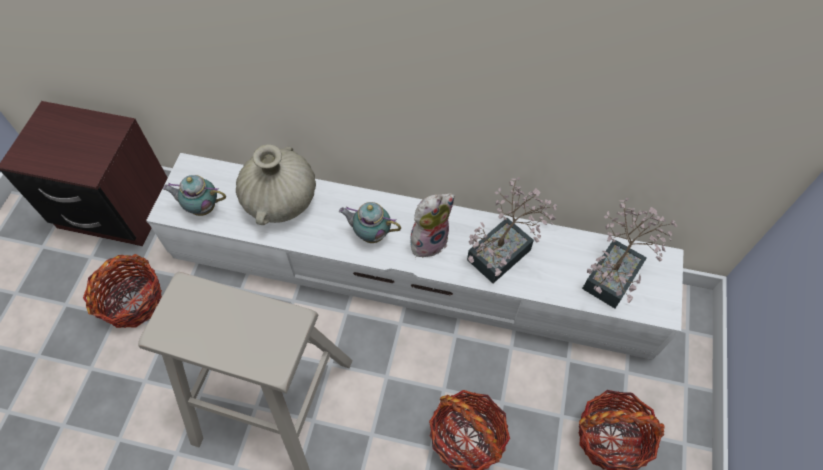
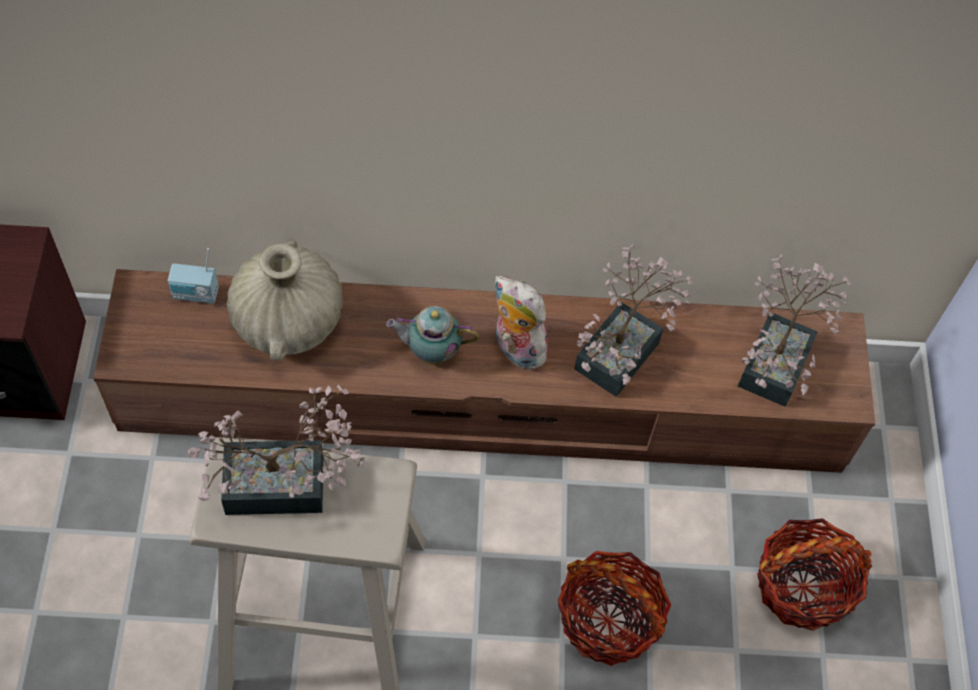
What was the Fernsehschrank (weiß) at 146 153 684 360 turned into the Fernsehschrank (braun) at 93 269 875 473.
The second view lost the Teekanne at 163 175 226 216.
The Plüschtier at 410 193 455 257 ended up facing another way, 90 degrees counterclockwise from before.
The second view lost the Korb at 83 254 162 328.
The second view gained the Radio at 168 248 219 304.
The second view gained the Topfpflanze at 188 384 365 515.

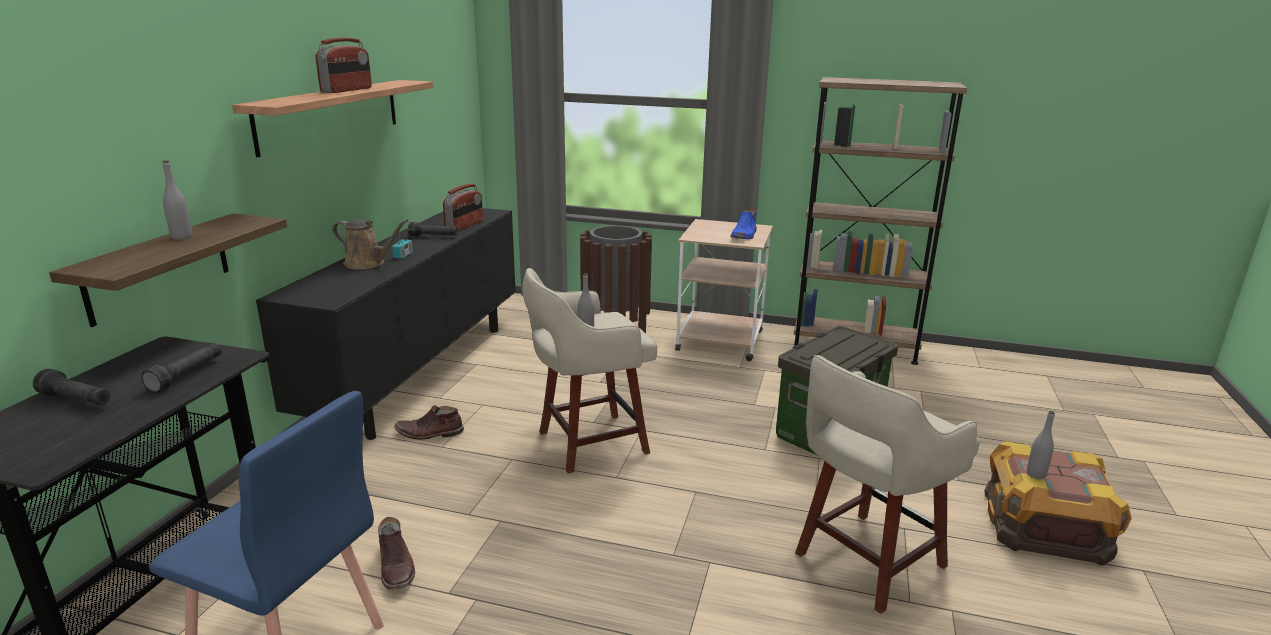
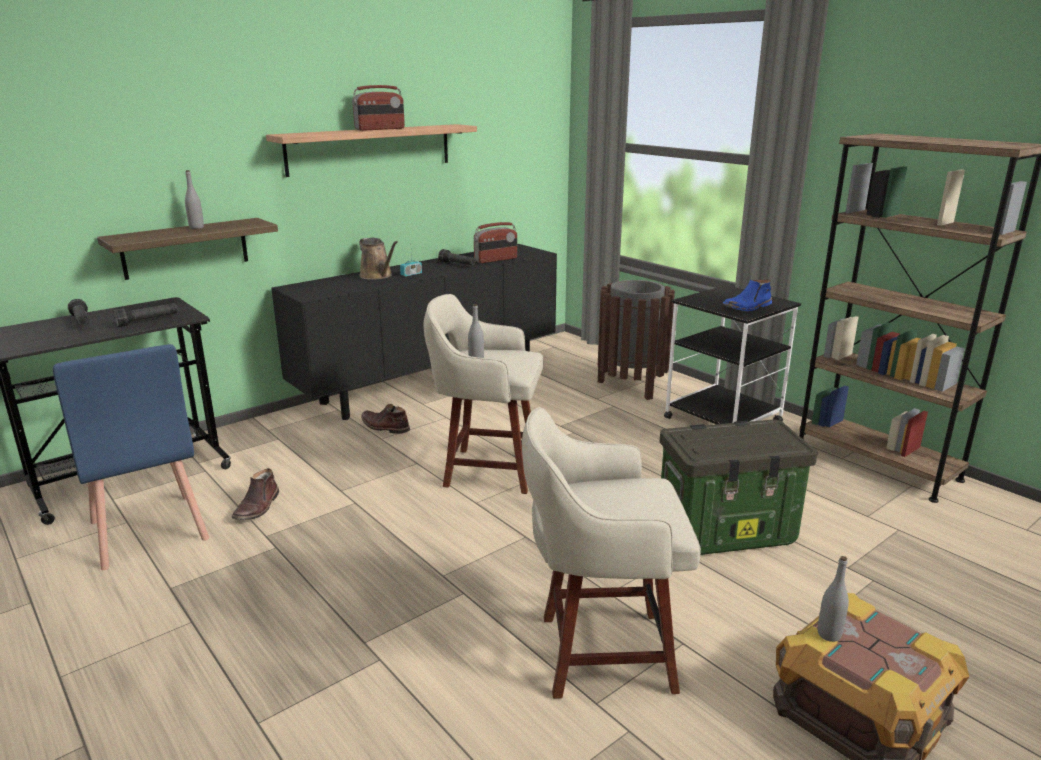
What was the Rollwagen (beige) at 675 219 773 361 turned into the Rollwagen (schwarz) at 664 285 801 424.

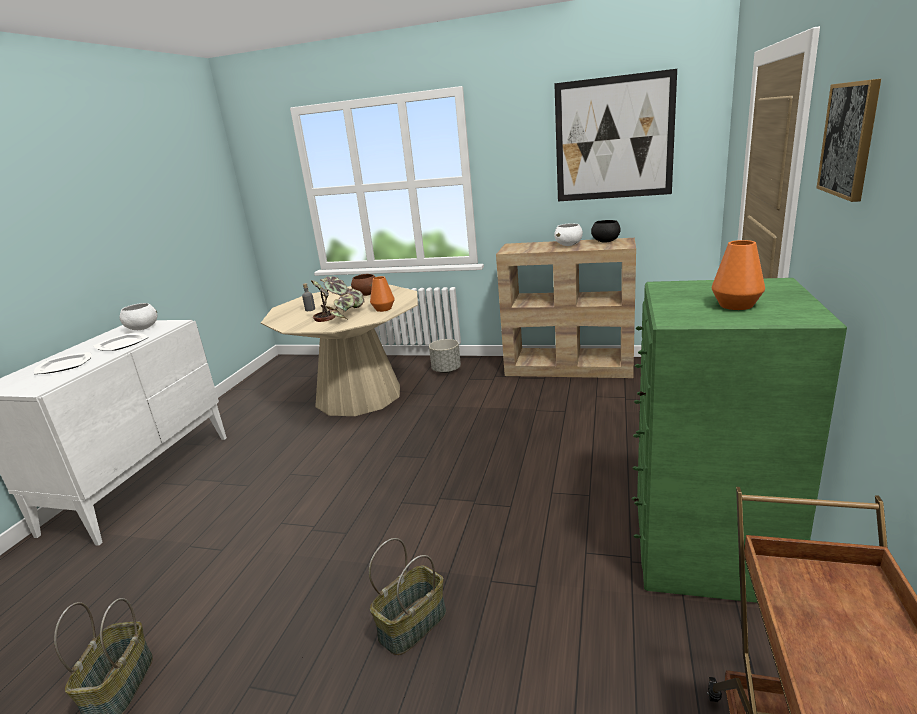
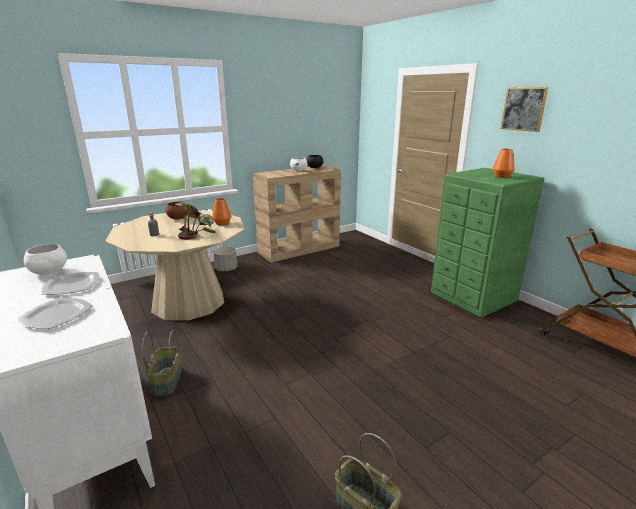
The second view lost the Bild at 554 69 677 201.
The Korb ended up elsewhere, having gone from 369 538 446 655 to 142 330 182 396.

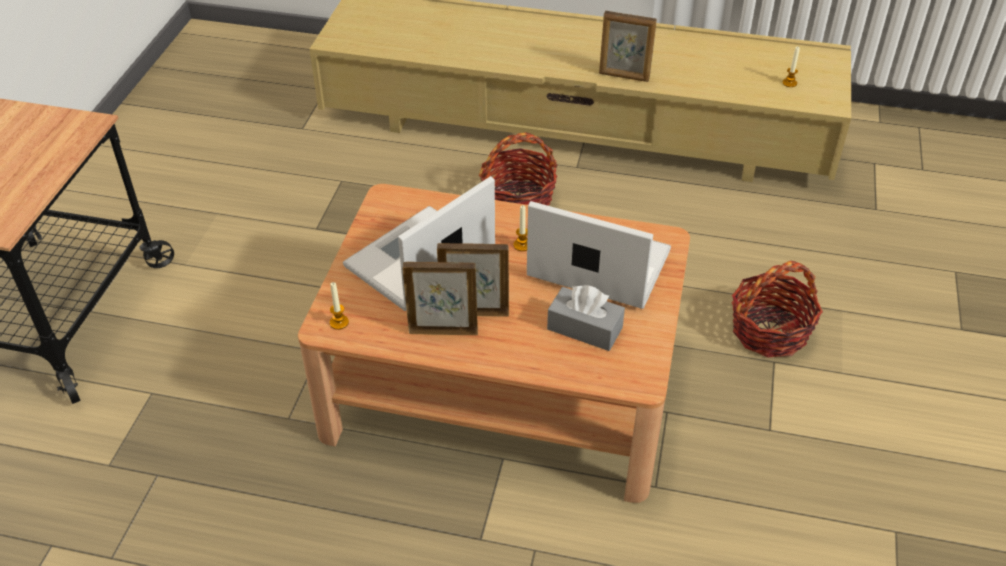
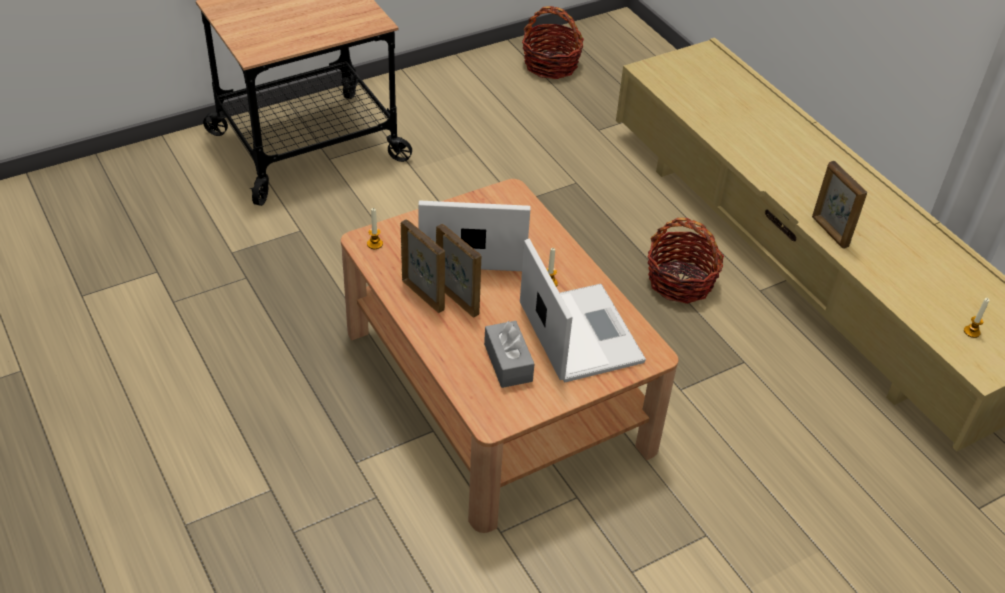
The Korb ended up elsewhere, having gone from 731 261 823 358 to 522 6 584 79.

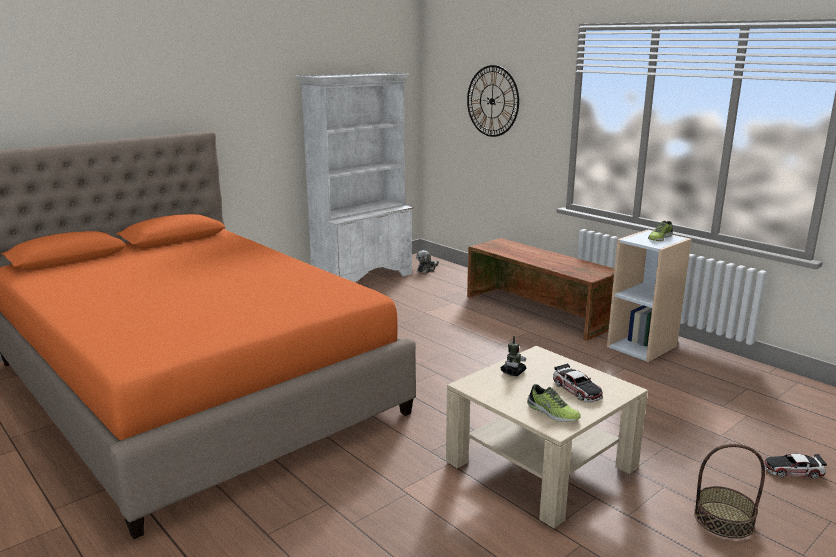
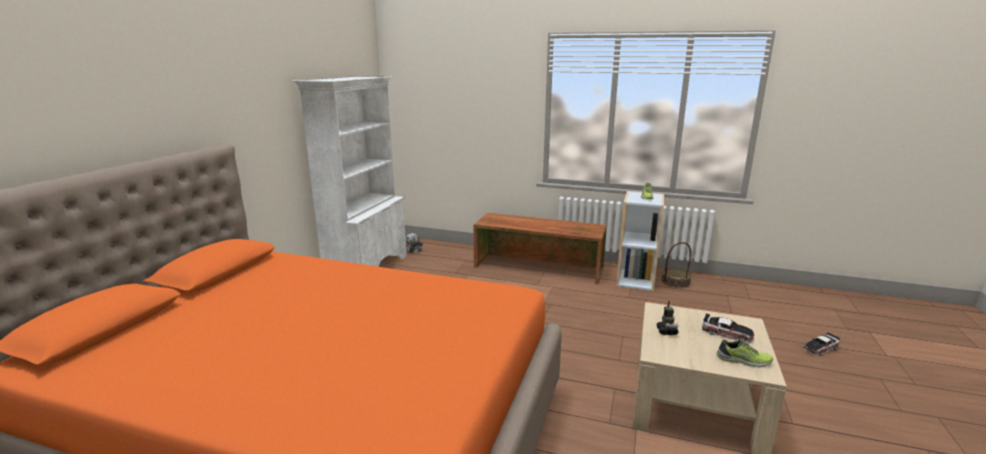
The second view lost the Wanduhr at 467 65 519 137.
The Korb ended up elsewhere, having gone from 694 444 765 539 to 661 242 691 288.

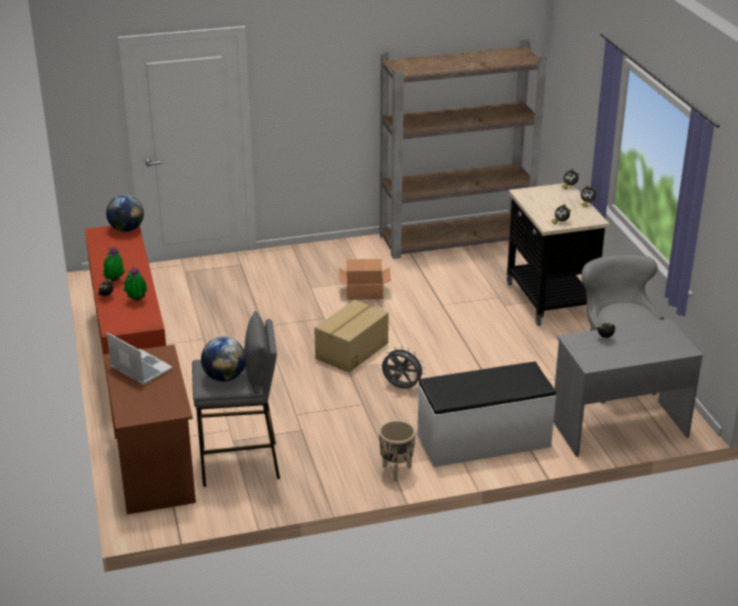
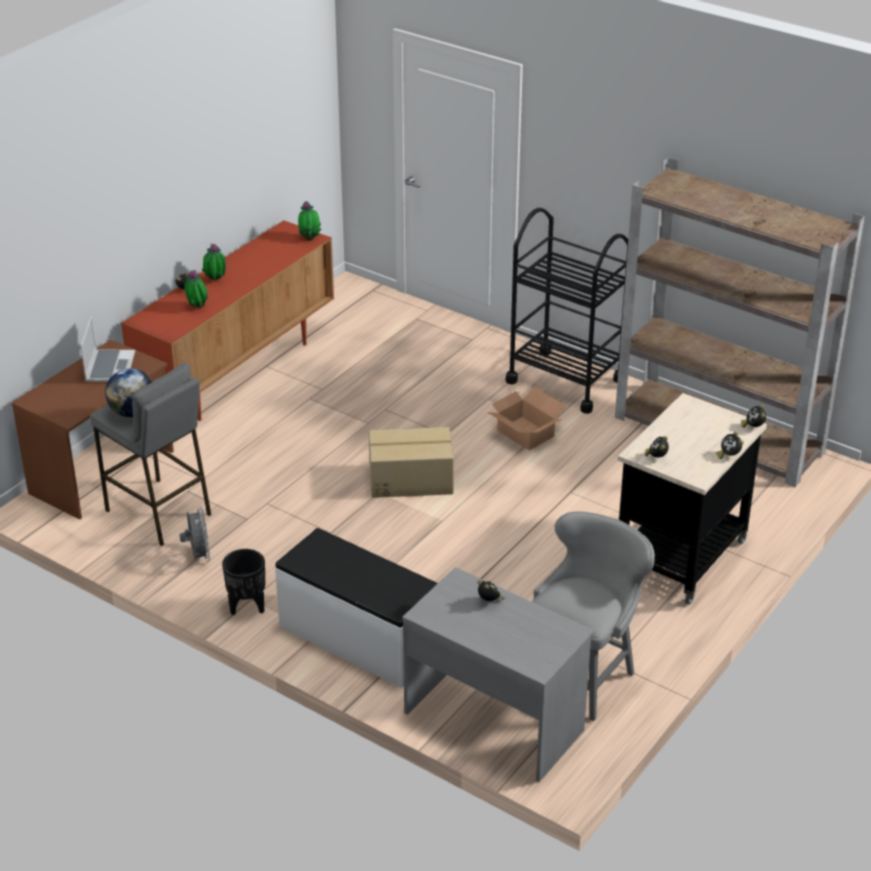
Where the Globus stood at 106 195 144 232, the Topfpflanze came to stand at 298 201 322 241.
The Ventilator (grau) ended up elsewhere, having gone from 382 346 425 389 to 179 506 210 562.
What was the Pflanzkübel (beige) at 379 420 415 481 turned into the Pflanzkübel (schwarz) at 222 549 265 615.
The second view gained the Rollwagen (schwarz) at 506 208 628 414.

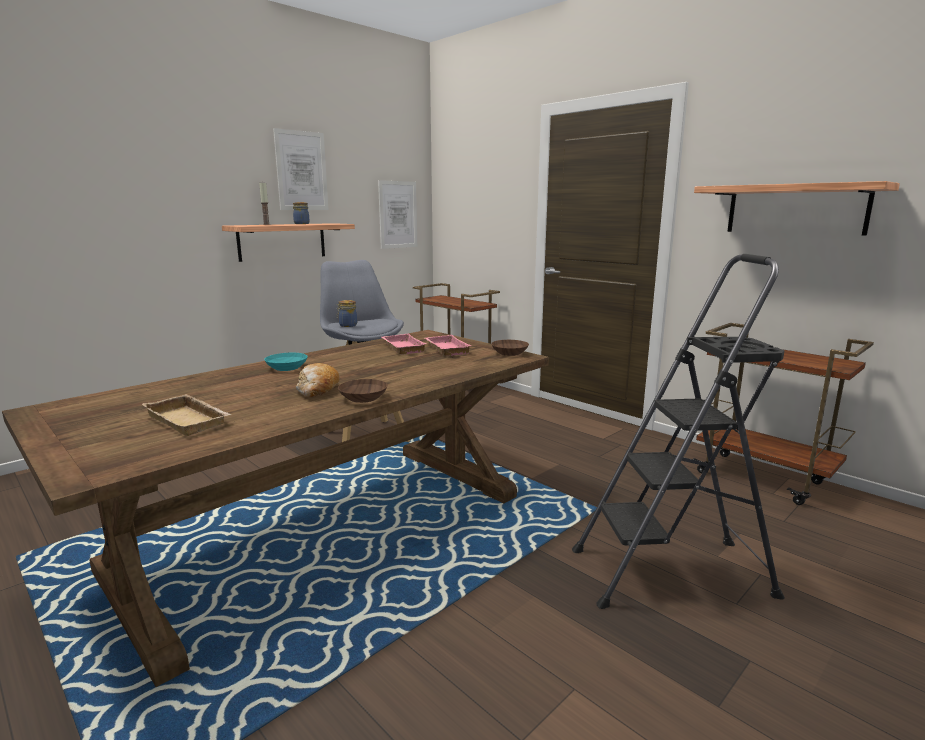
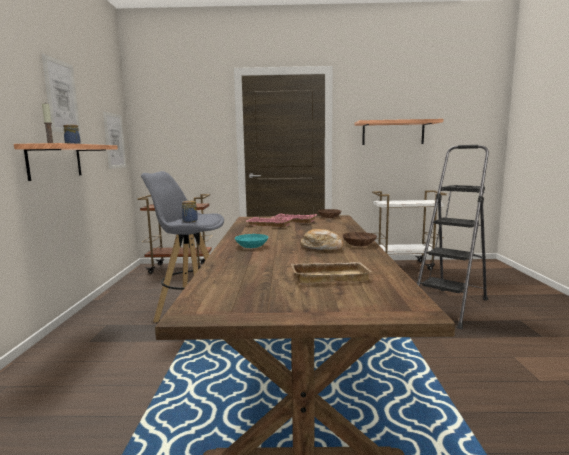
What was the Rollwagen (braun) at 693 323 874 505 turned into the Rollwagen (weiß) at 372 190 447 270.

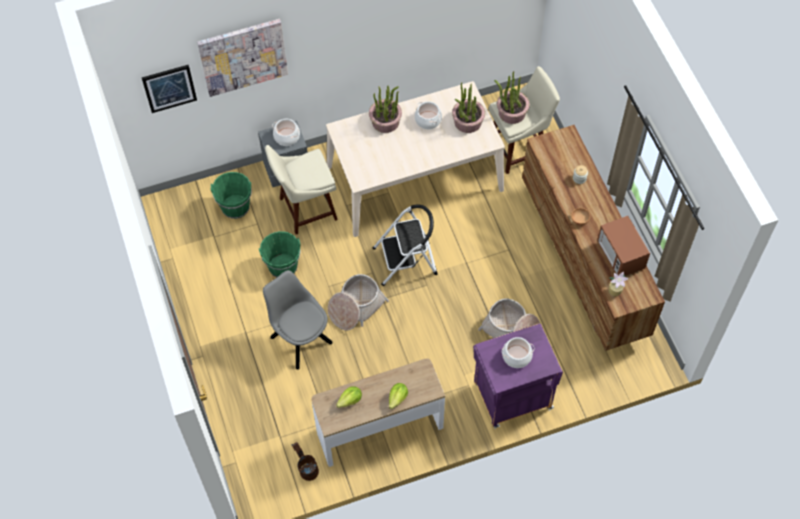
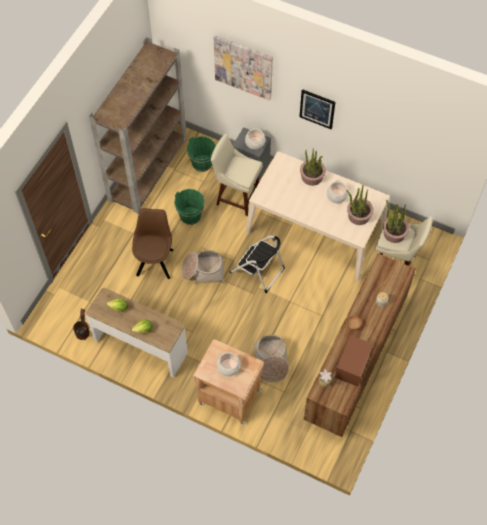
The Bild ended up elsewhere, having gone from 142 65 197 113 to 299 89 336 129.
What was the Stuhl (grau) at 263 270 333 369 turned into the Stuhl (braun) at 132 208 173 279.
What was the Rollwagen (lila) at 473 323 563 429 turned into the Rollwagen (braun) at 193 339 264 424.
The second view gained the Bücherregal (braun) at 89 37 187 214.

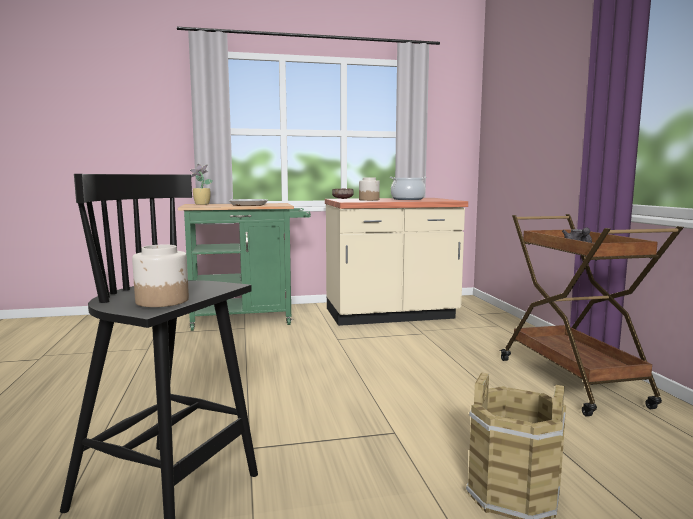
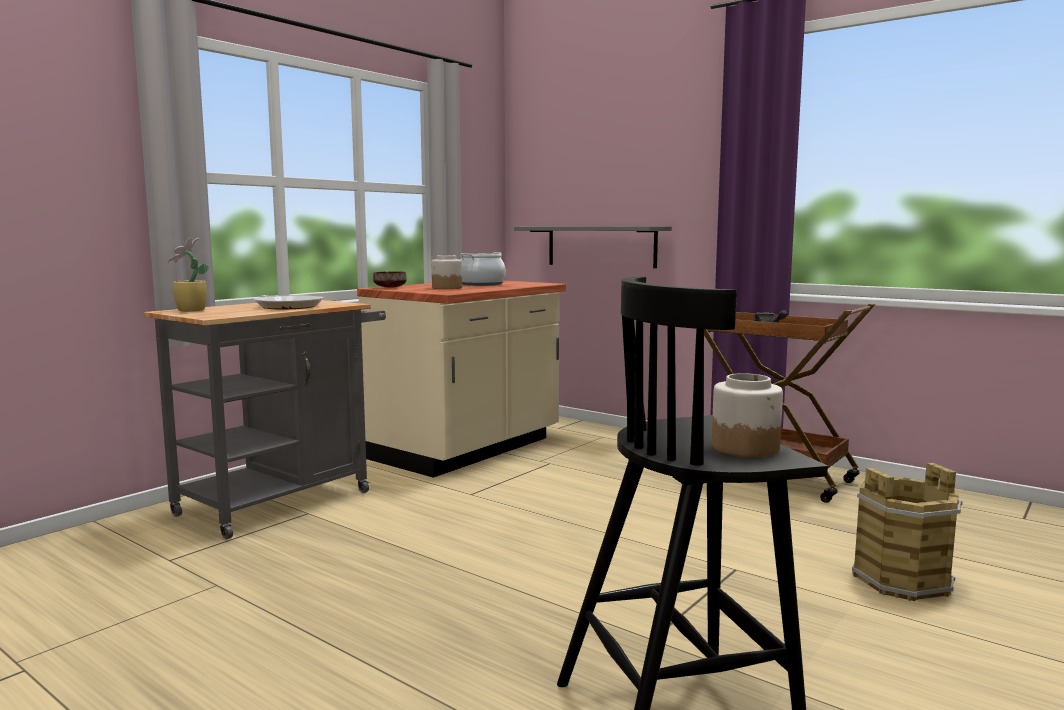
What was the Rollwagen (grün) at 178 203 311 331 turned into the Rollwagen (grau) at 144 300 386 539.
The second view gained the Wandregal (grau) at 514 226 672 268.

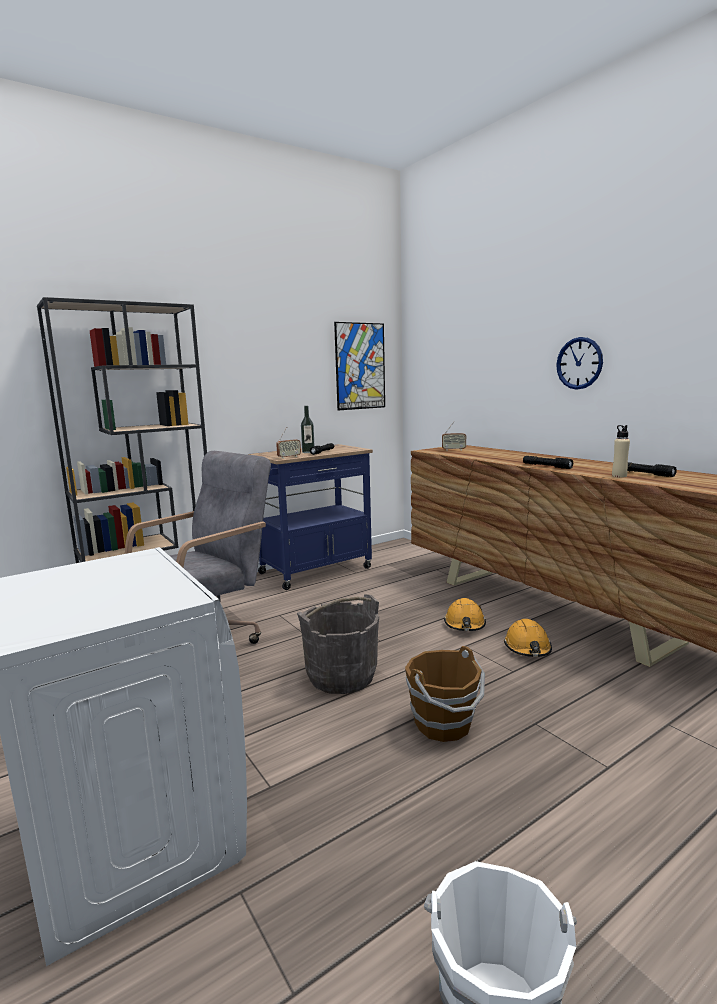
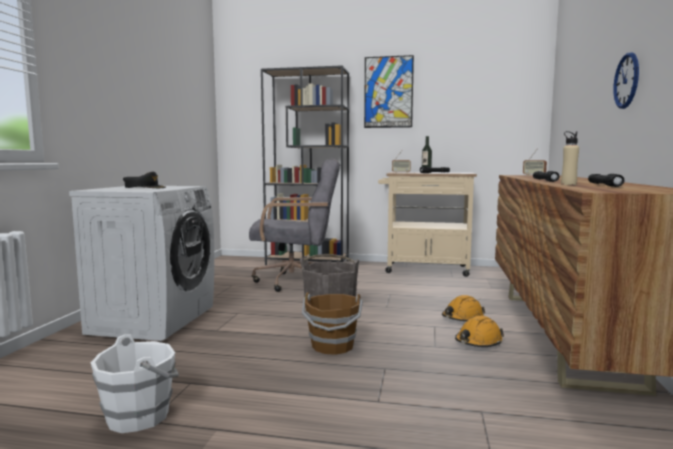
The Bild ended up elsewhere, having gone from 334 322 385 410 to 364 55 414 128.
What was the Rollwagen (blau) at 248 444 373 590 turned into the Rollwagen (beige) at 378 172 477 277.
The second view gained the Kappe (schwarz) at 123 172 166 188.

